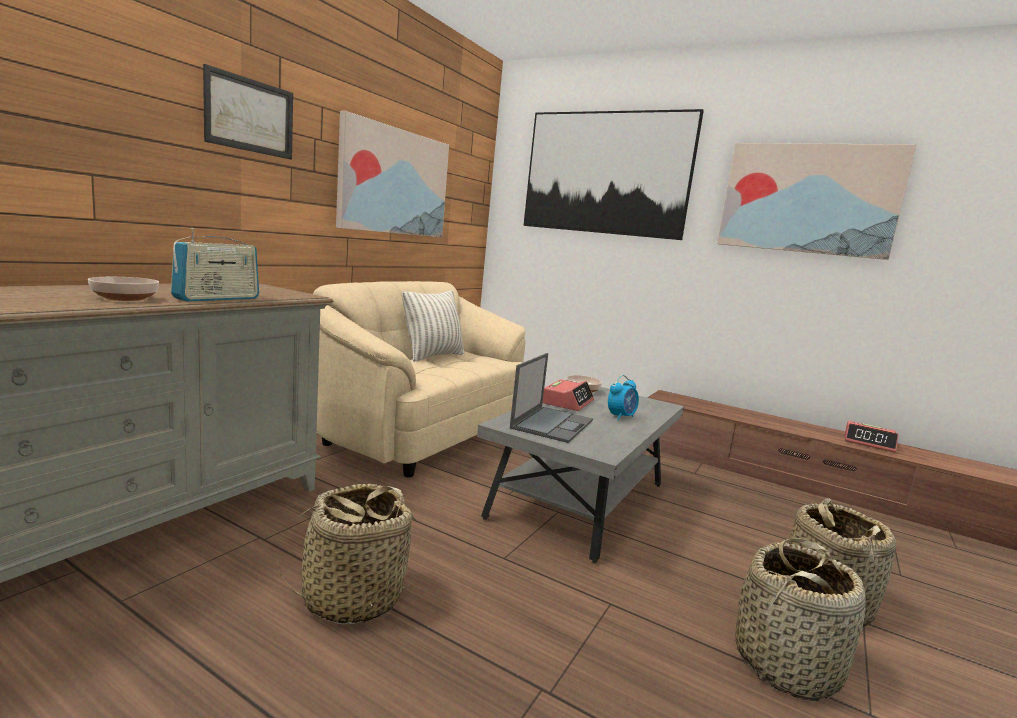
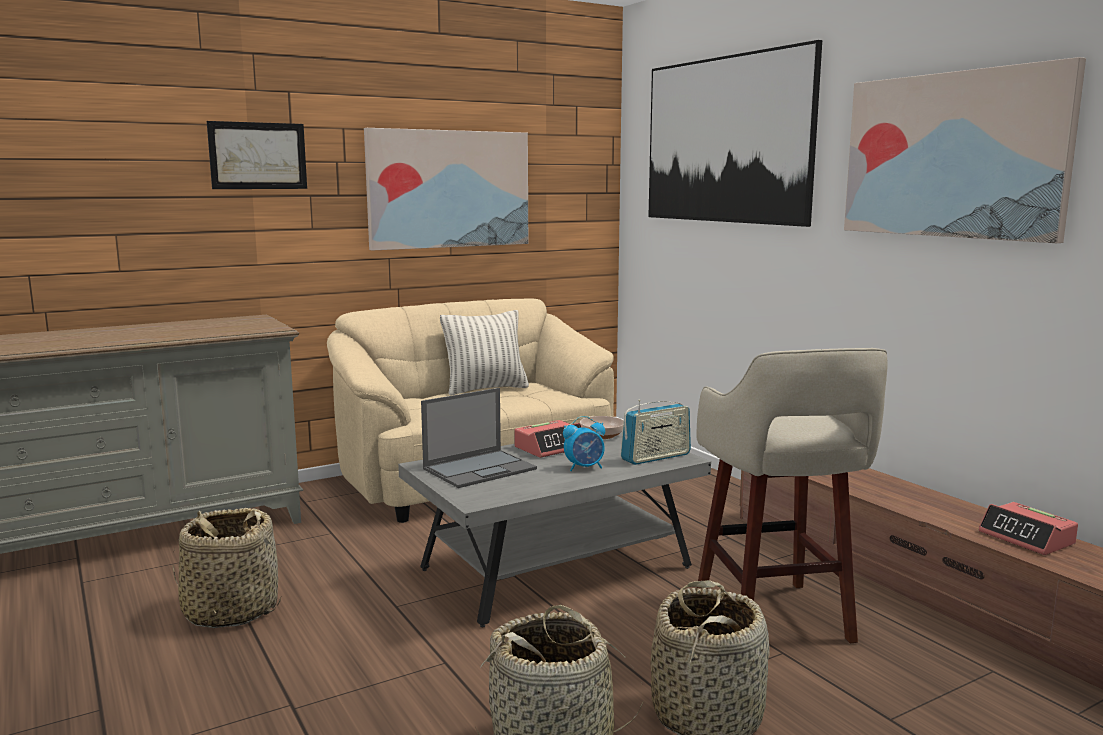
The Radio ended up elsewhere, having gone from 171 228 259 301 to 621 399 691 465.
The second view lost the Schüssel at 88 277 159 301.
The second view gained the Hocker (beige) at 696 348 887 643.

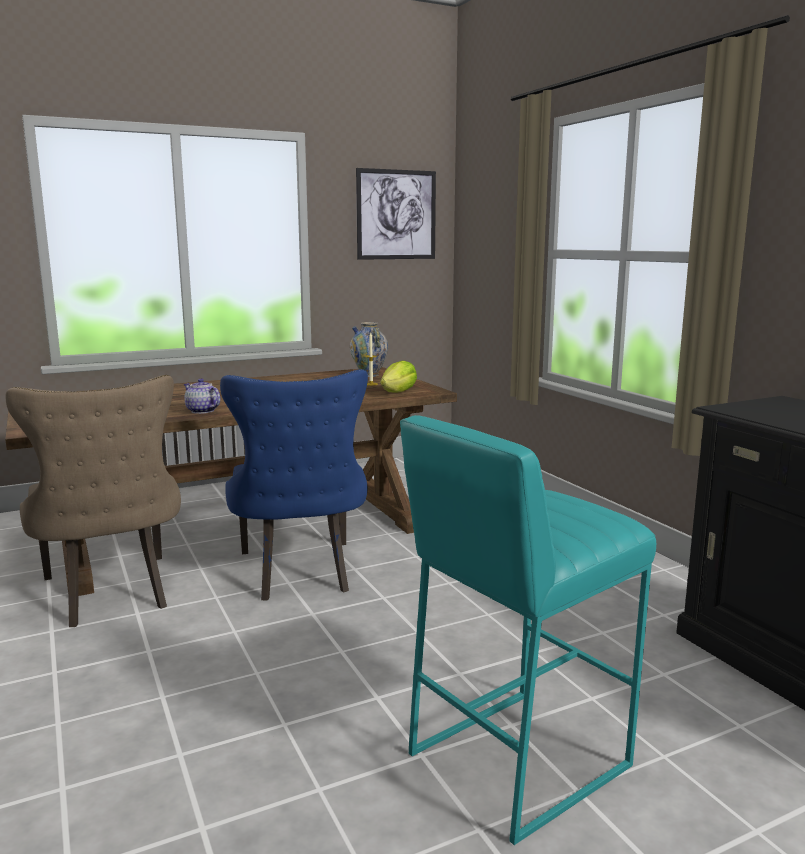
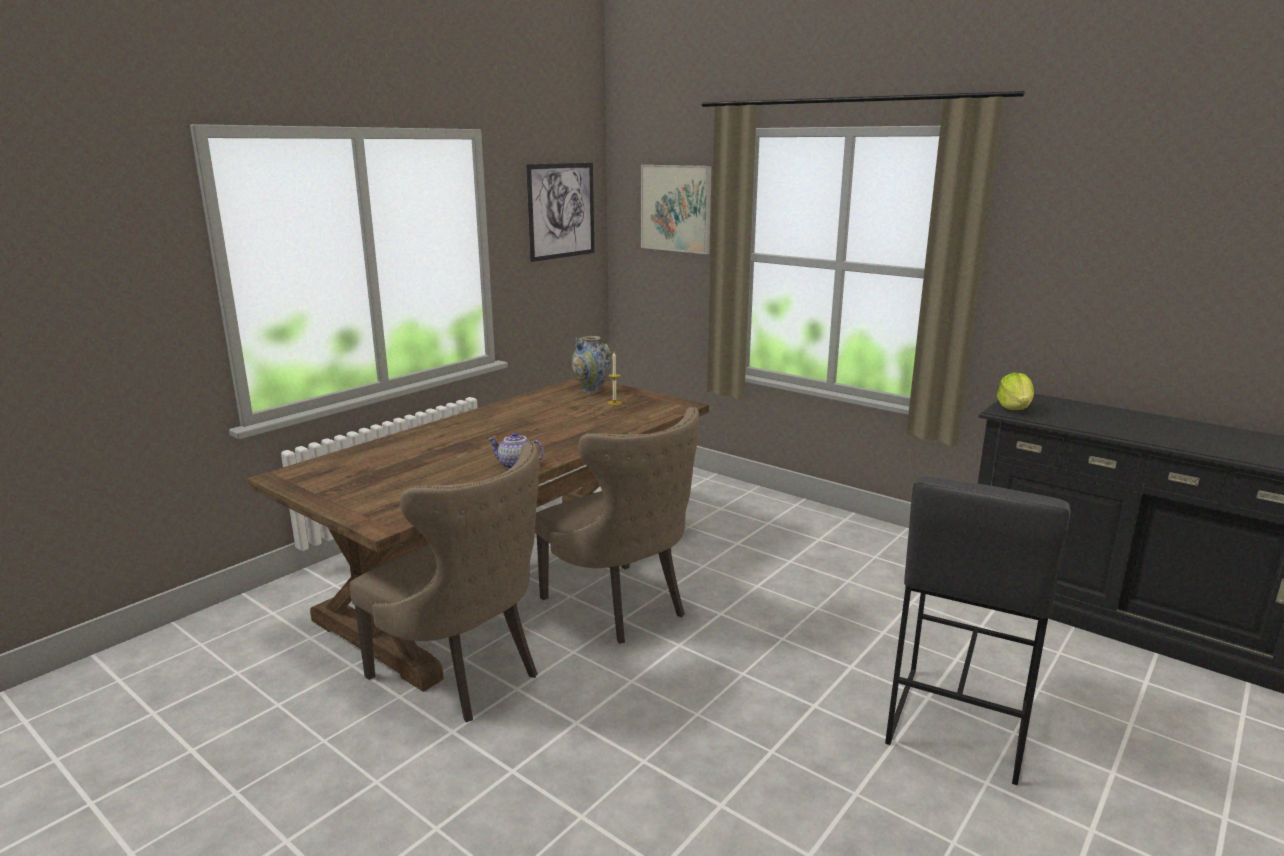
The Salatkopf ended up elsewhere, having gone from 380 361 417 392 to 997 372 1034 410.
What was the Stuhl (blau) at 220 369 368 601 turned into the Stuhl (beige) at 535 407 699 644.
What was the Hocker (türkis) at 400 415 656 845 turned into the Hocker (grau) at 885 476 1070 785.
The second view gained the Bild at 641 165 712 254.

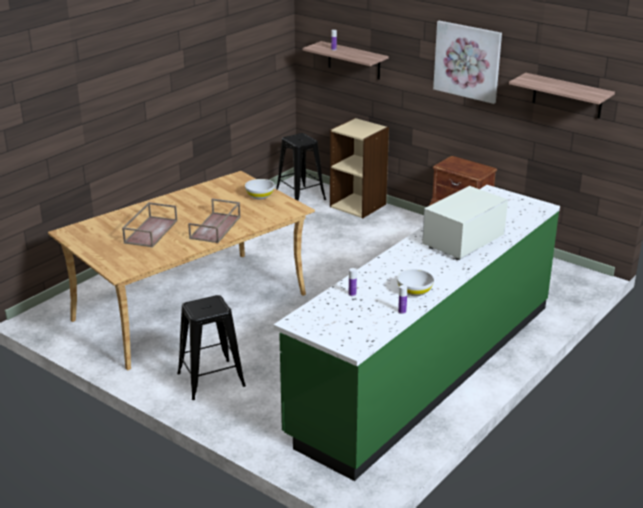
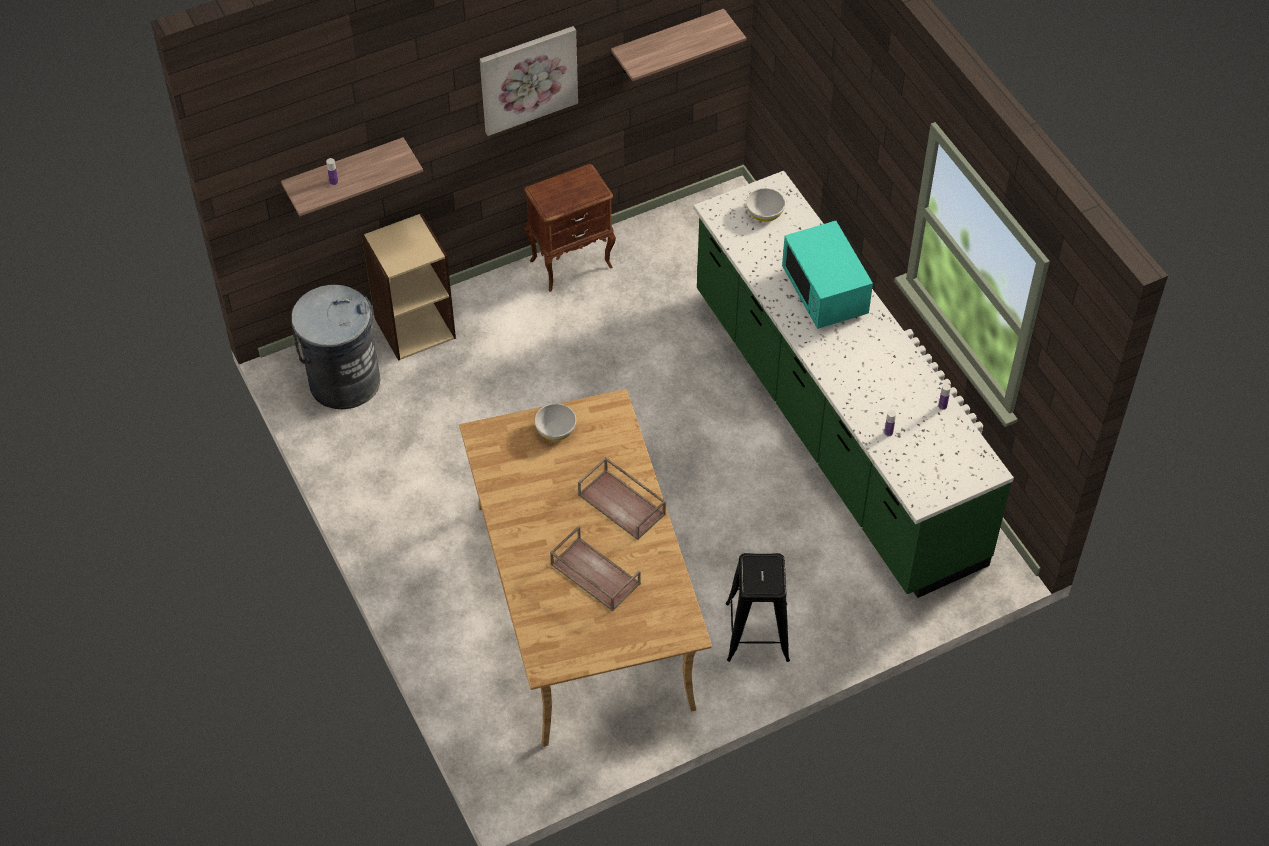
Where the Hocker (schwarz) stood at 276 133 326 201, the Mülleimer (grau) came to stand at 291 285 380 409.
What was the Mikrowelle (weiß) at 422 186 508 260 turned into the Mikrowelle (türkis) at 782 221 873 329.
The Schüssel (weiß) ended up elsewhere, having gone from 397 269 434 296 to 746 188 785 222.

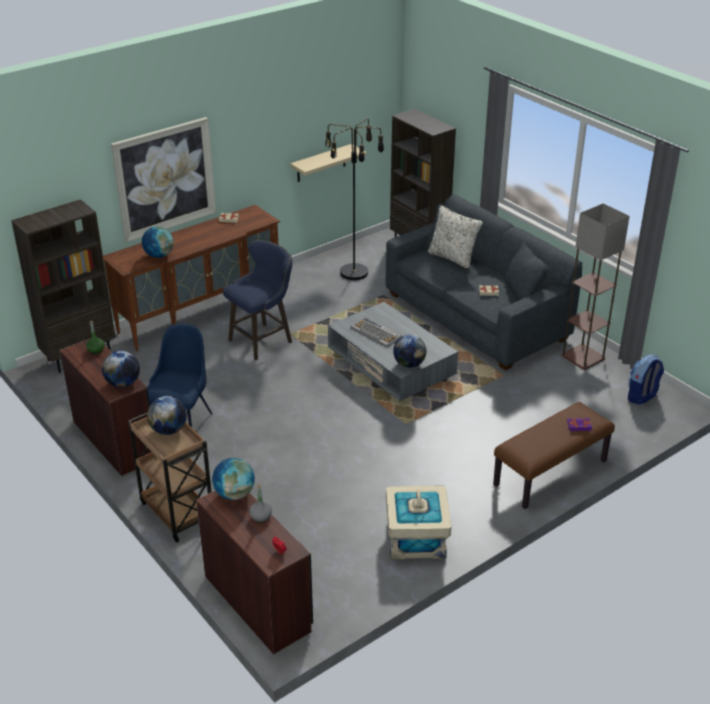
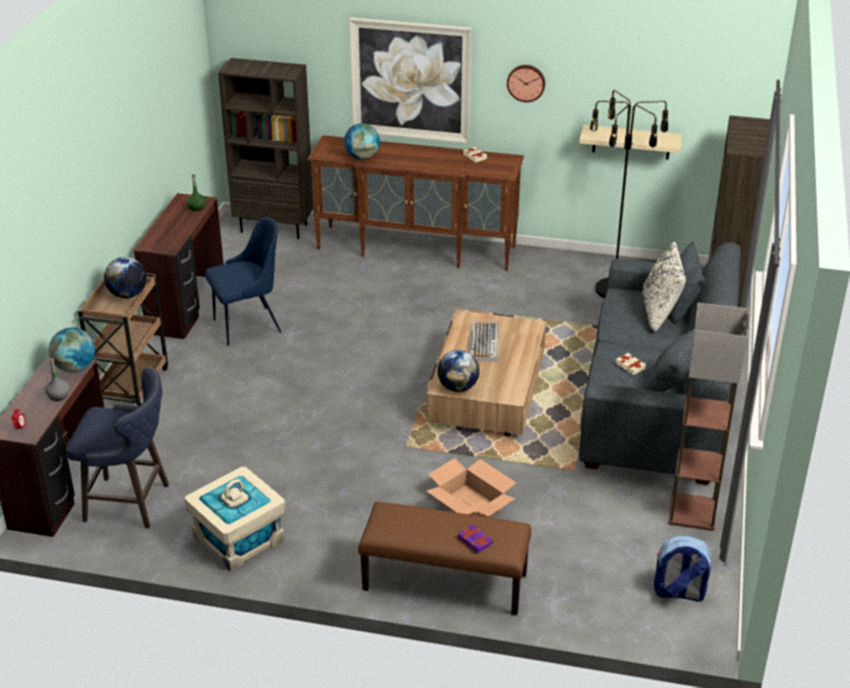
The Hocker (blau) ended up elsewhere, having gone from 223 240 292 360 to 66 367 169 529.
What was the Couchtisch (grau) at 328 302 458 401 turned into the Couchtisch (braun) at 427 311 546 437.
The second view lost the Globus at 102 351 140 388.
The second view gained the Wanduhr at 507 65 545 102.
The second view gained the Karton at 426 458 516 517.

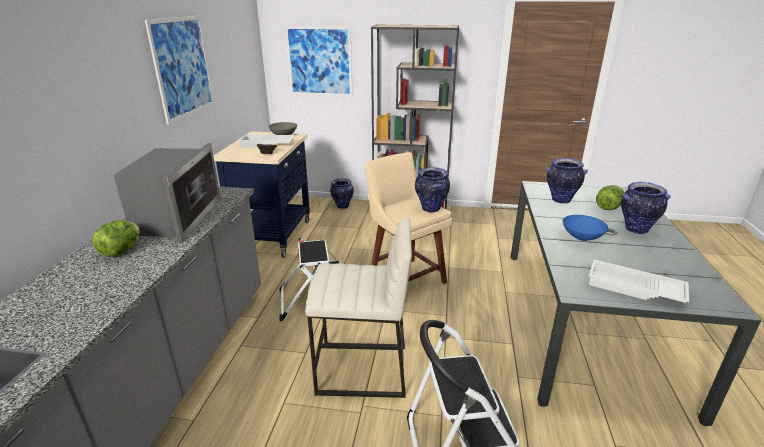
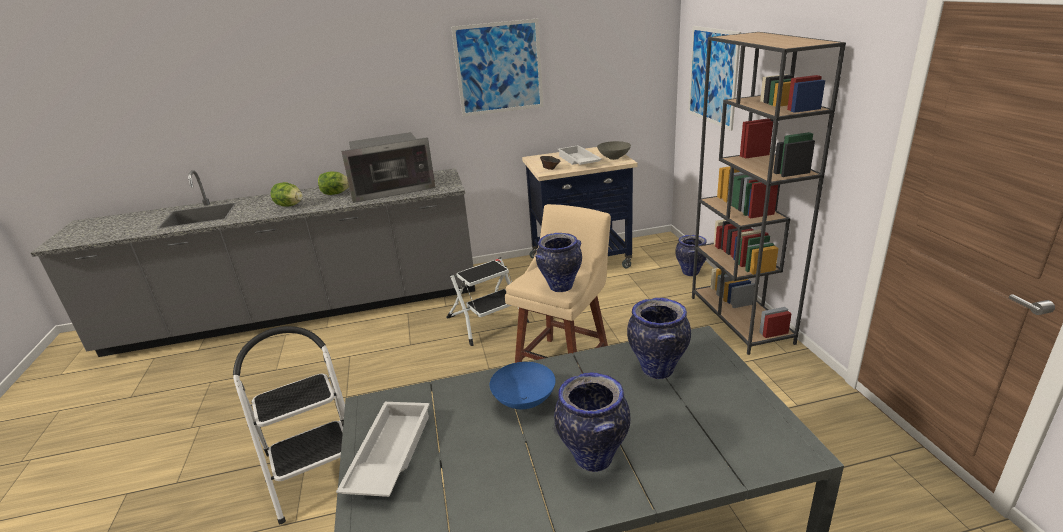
The Salatkopf ended up elsewhere, having gone from 596 185 624 210 to 270 182 303 207.
The second view lost the Hocker (beige) at 305 218 412 398.

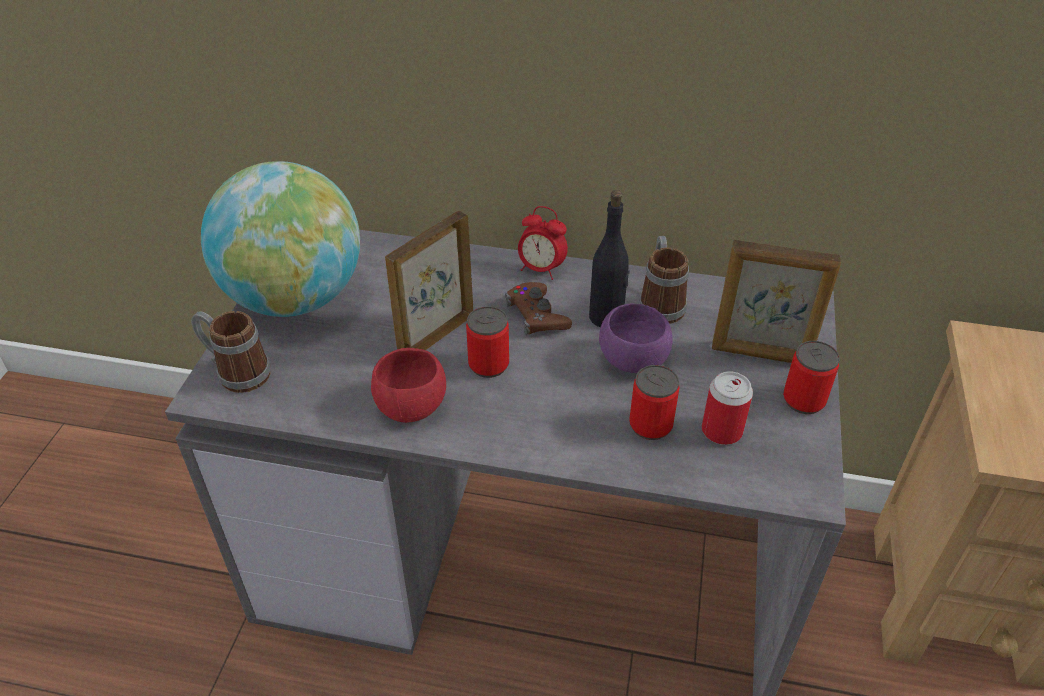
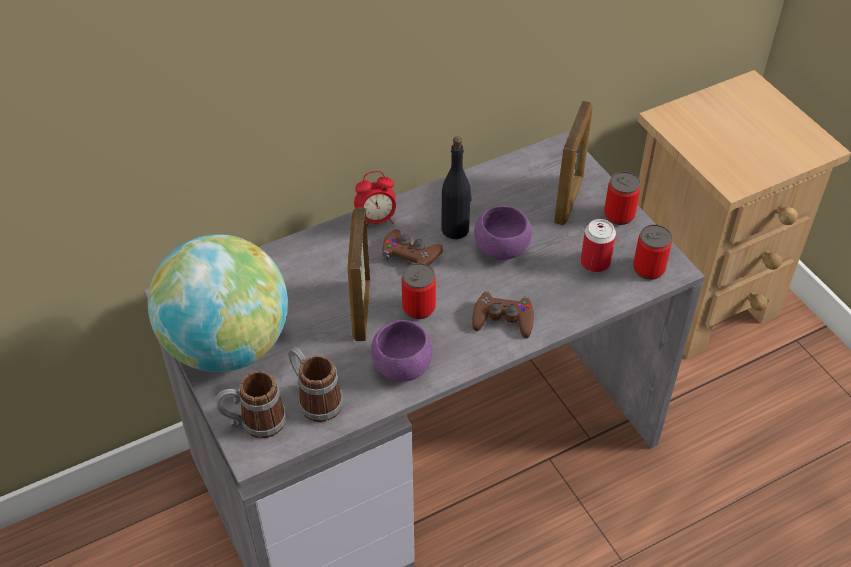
The Henkelbecher ended up elsewhere, having gone from 639 236 689 324 to 288 347 343 422.
The Bilderrahmen at 712 240 841 363 ended up facing another way, 45 degrees counterclockwise from before.
What was the Schüssel (rot) at 371 348 446 423 turned into the Schüssel (lila) at 371 320 432 381.
The Dose ended up elsewhere, having gone from 629 365 680 440 to 633 225 672 280.
The second view gained the Gamepad (braun) at 472 291 534 338.

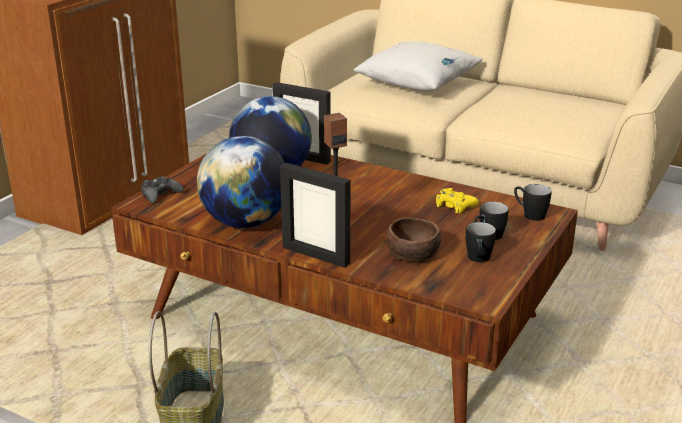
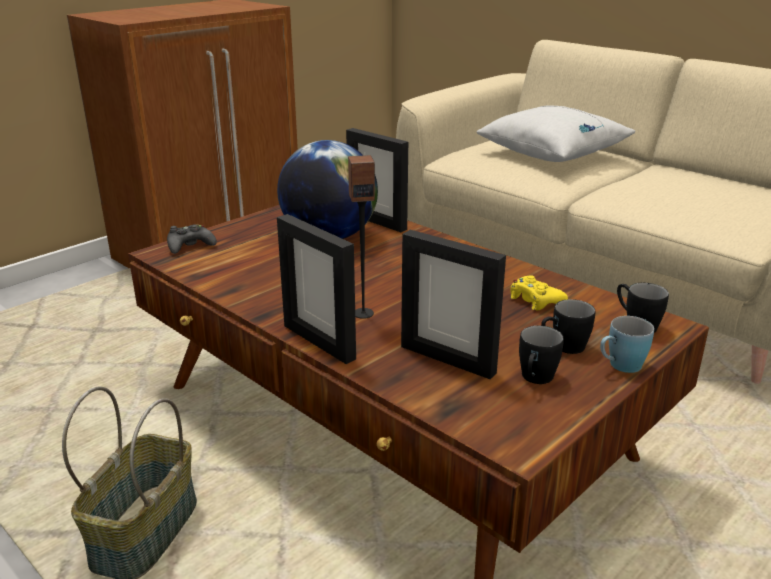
The second view lost the Globus at 197 136 285 228.
Where the Schüssel (braun) stood at 386 217 441 263, the Bilderrahmen came to stand at 401 230 506 379.
The second view gained the Henkelbecher (blau) at 600 316 654 373.

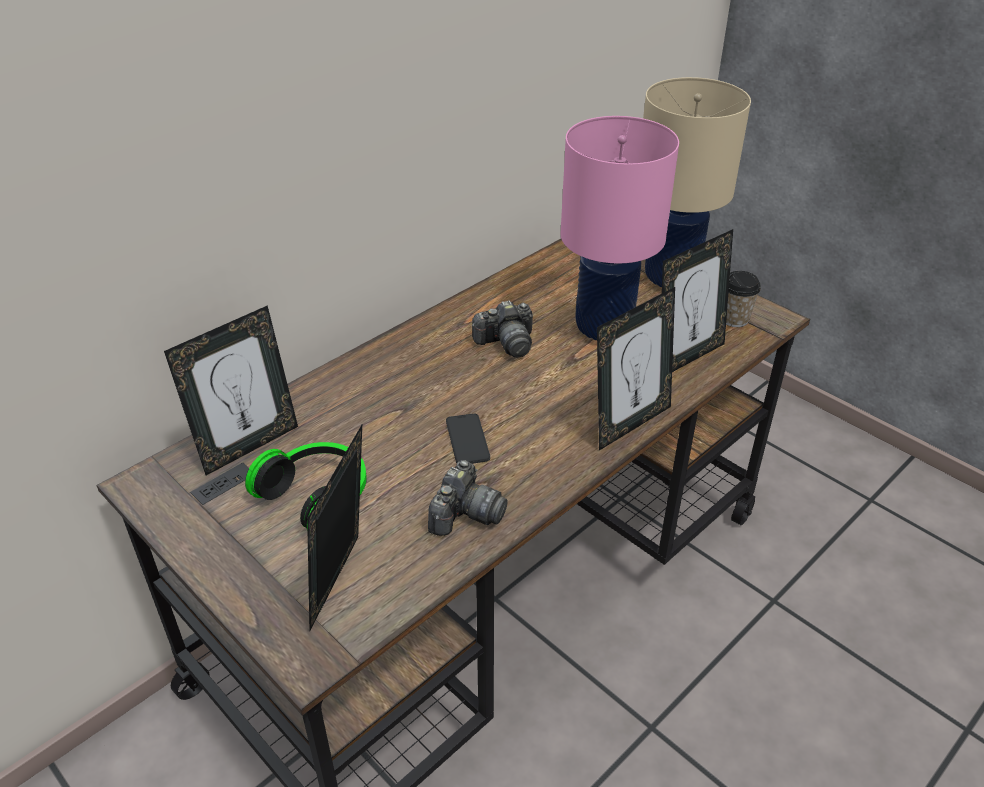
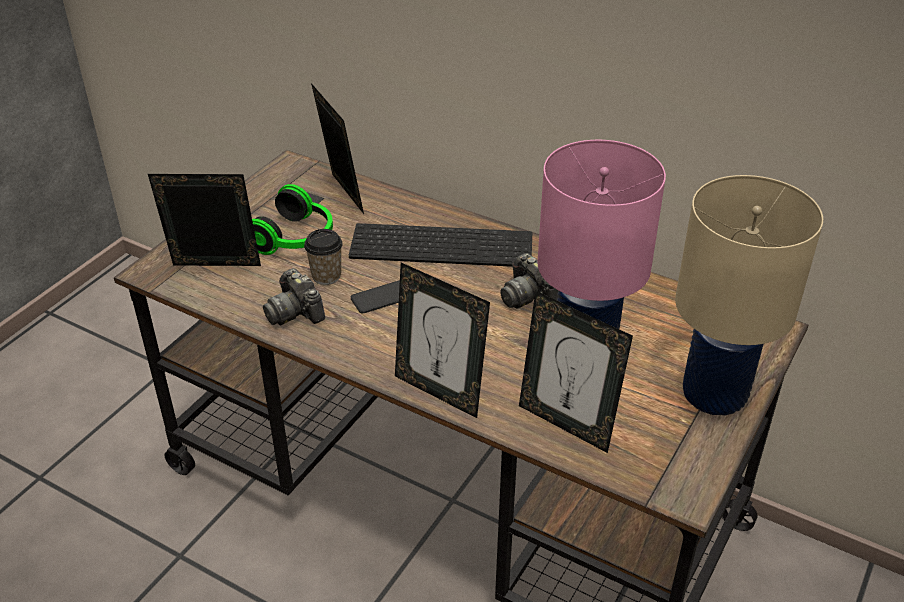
The Tasse ended up elsewhere, having gone from 726 271 761 327 to 304 229 343 285.
The Bilderrahmen at 164 305 298 475 ended up facing another way, 150 degrees counterclockwise from before.
The Kamera at 428 460 508 536 ended up facing another way, 45 degrees clockwise from before.
The second view gained the Tastatur at 349 223 532 267.

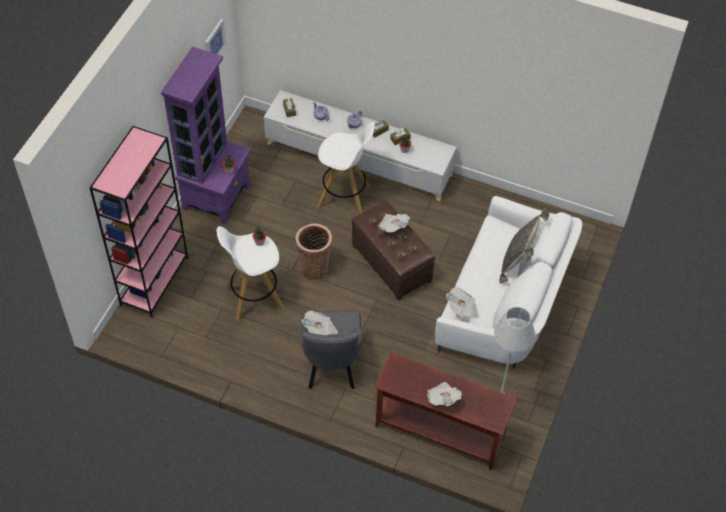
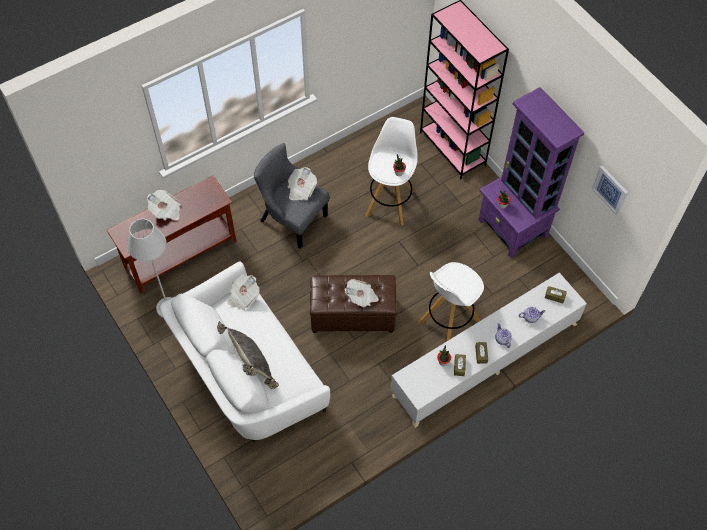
The second view lost the Korb at 296 224 332 281.

